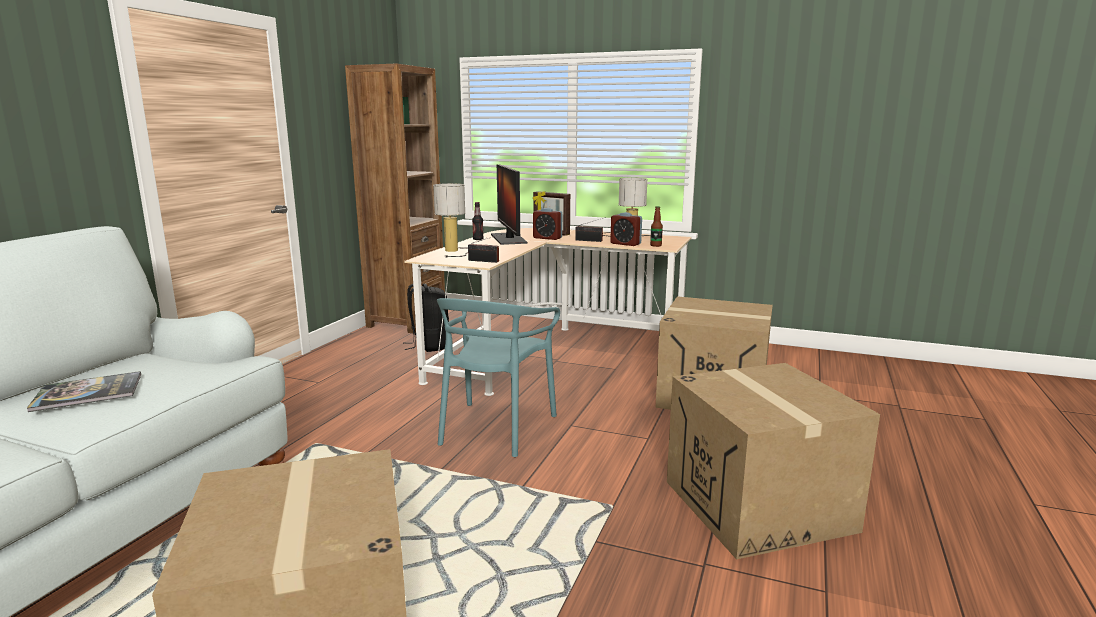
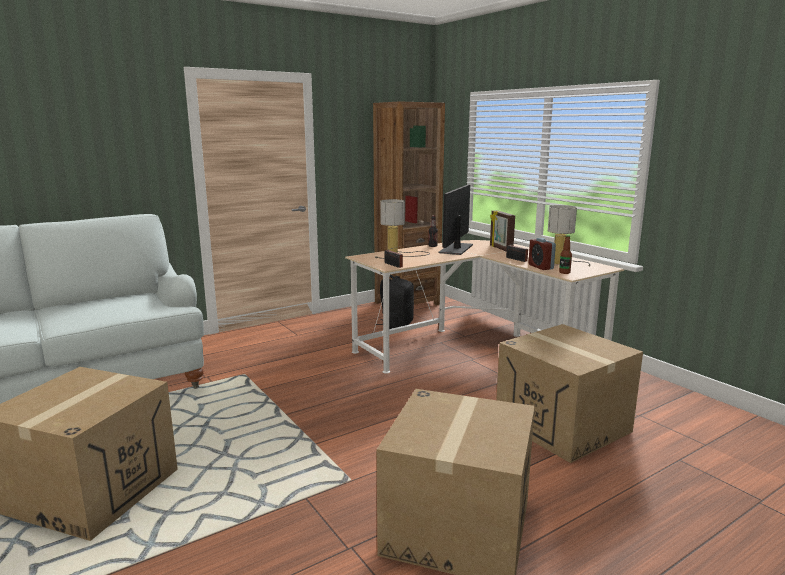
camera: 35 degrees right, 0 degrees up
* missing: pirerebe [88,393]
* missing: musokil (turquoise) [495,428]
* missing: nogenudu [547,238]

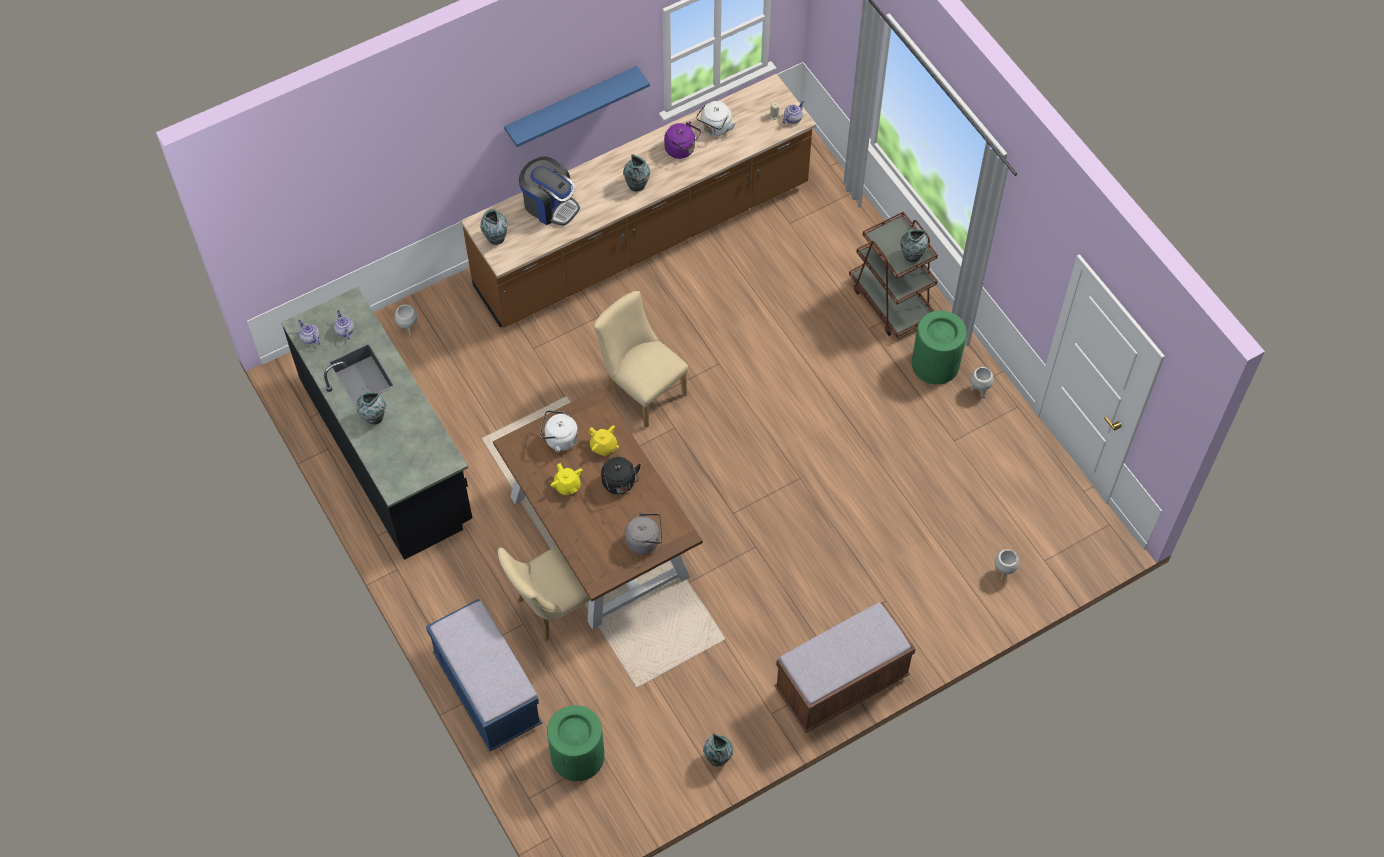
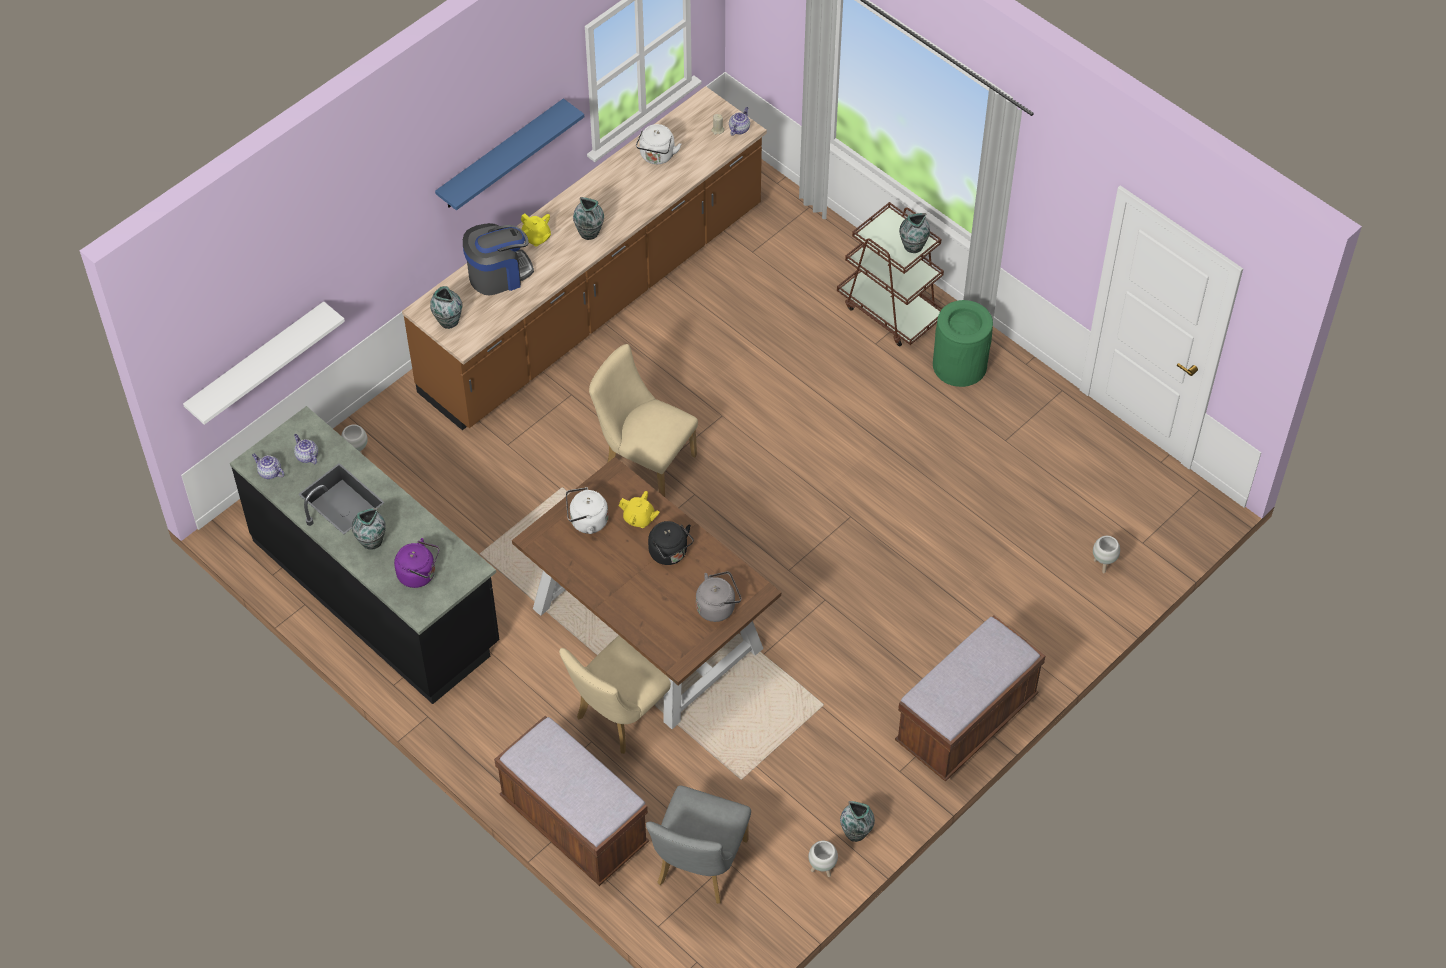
camera: 15 degrees left, 5 degrees down
* appeared: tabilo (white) [257,362]
* relocated: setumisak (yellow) [567,486] to [536,238]
* relocated: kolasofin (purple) [682,149] to [419,574]
* relocated: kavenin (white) [979,390] to [822,869]
* exchanged: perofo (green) [577,756] to musokil (grey) [698,868]
* colour: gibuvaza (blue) [487,691] to gibuvaza (brown) [574,823]
* spun: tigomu [550,205] = [498,274] 45 degrees counterclockwise

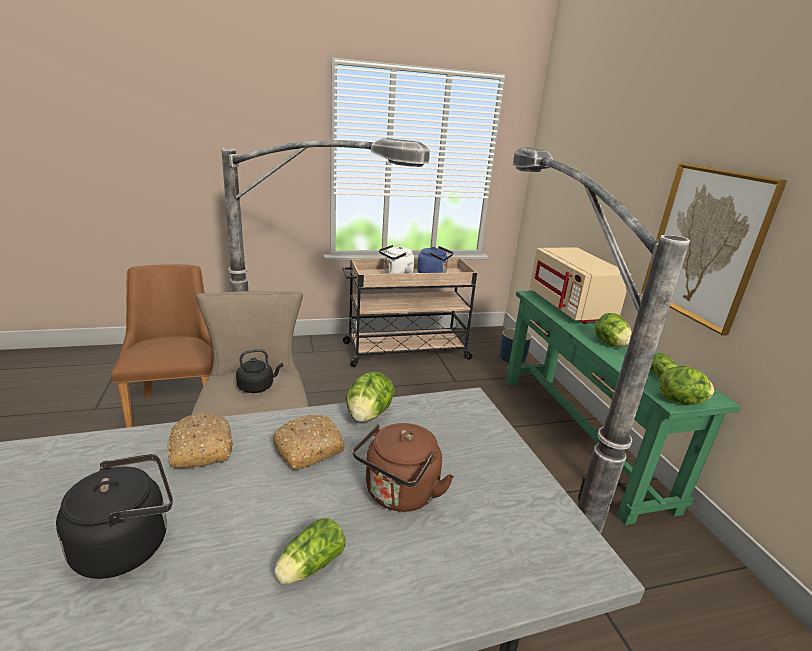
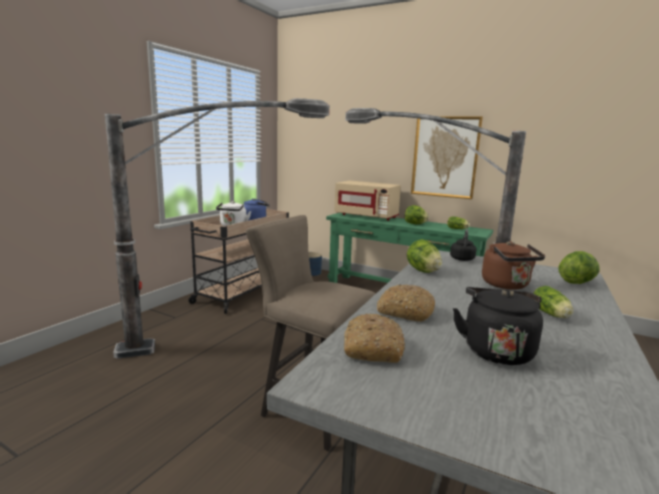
camera: 45 degrees left, 10 degrees down
* missing: musokil (brown) [178,405]
* relocated: kolasofin (black) [257,387] to [462,258]
* relocated: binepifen [309,448] to [372,348]
* relocated: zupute [681,401] to [576,282]

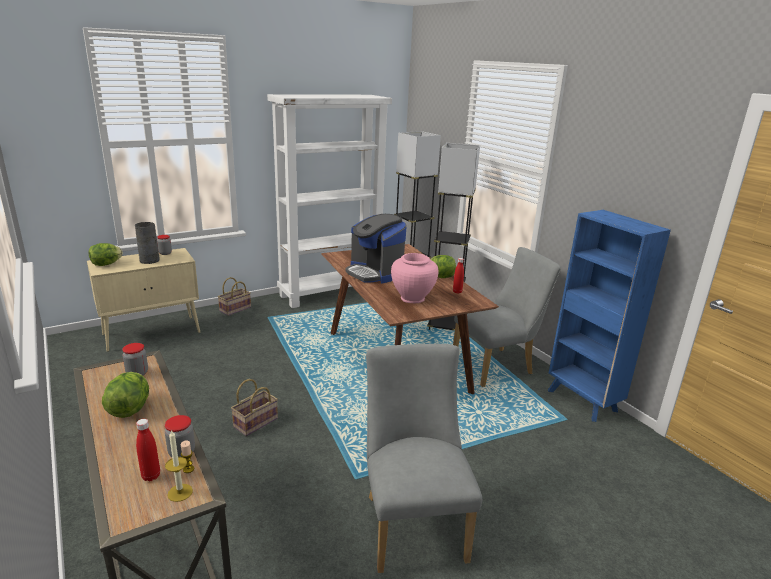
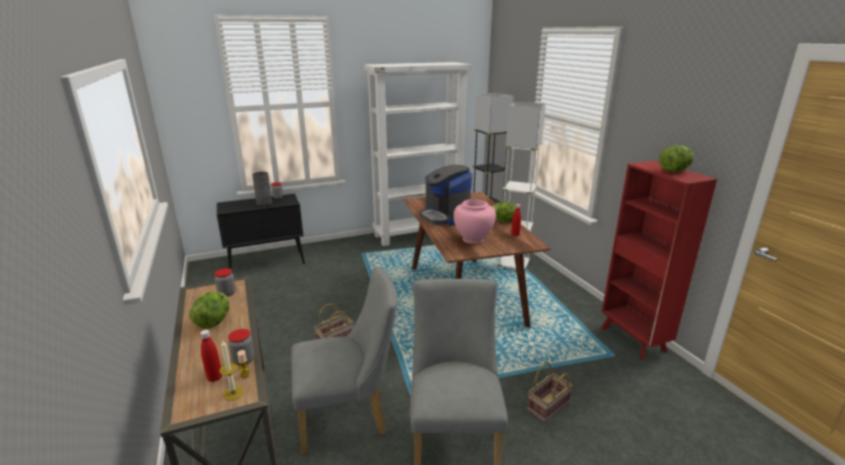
camera: 10 degrees right, 0 degrees up
* relocated: zupute [106,264] to [674,171]
* relocated: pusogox [235,309] to [548,407]
* relocated: musokil (grey) [497,366] to [349,416]
* colour: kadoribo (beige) [153,333] to kadoribo (black) [267,263]
* colour: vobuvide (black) [444,326] to vobuvide (white) [513,266]
* colour: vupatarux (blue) [583,401] to vupatarux (red) [633,340]

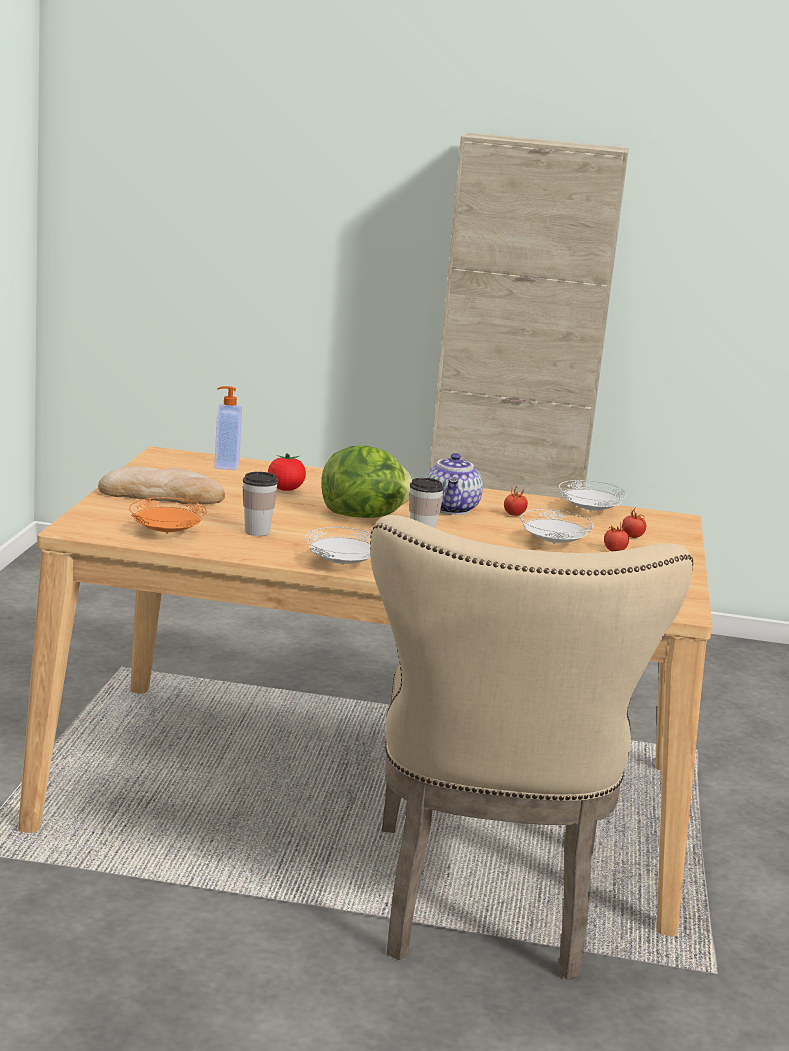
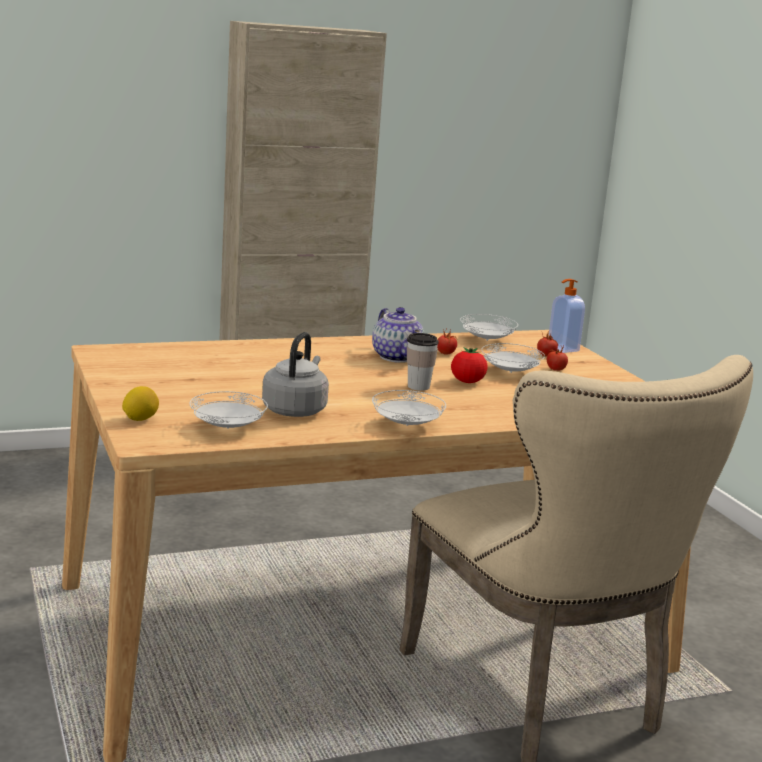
camera: 30 degrees left, 0 degrees up
* missing: binepifen [161,495]
* missing: zupute [364,516]
* appeared: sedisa [140,419]
* relocated: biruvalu [225,465] to [562,348]
* relocated: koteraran [285,489] to [467,382]
* exchanged: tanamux [257,532] to kolasofin (grey) [295,410]
* colour: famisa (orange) [166,533] to famisa (white) [227,428]

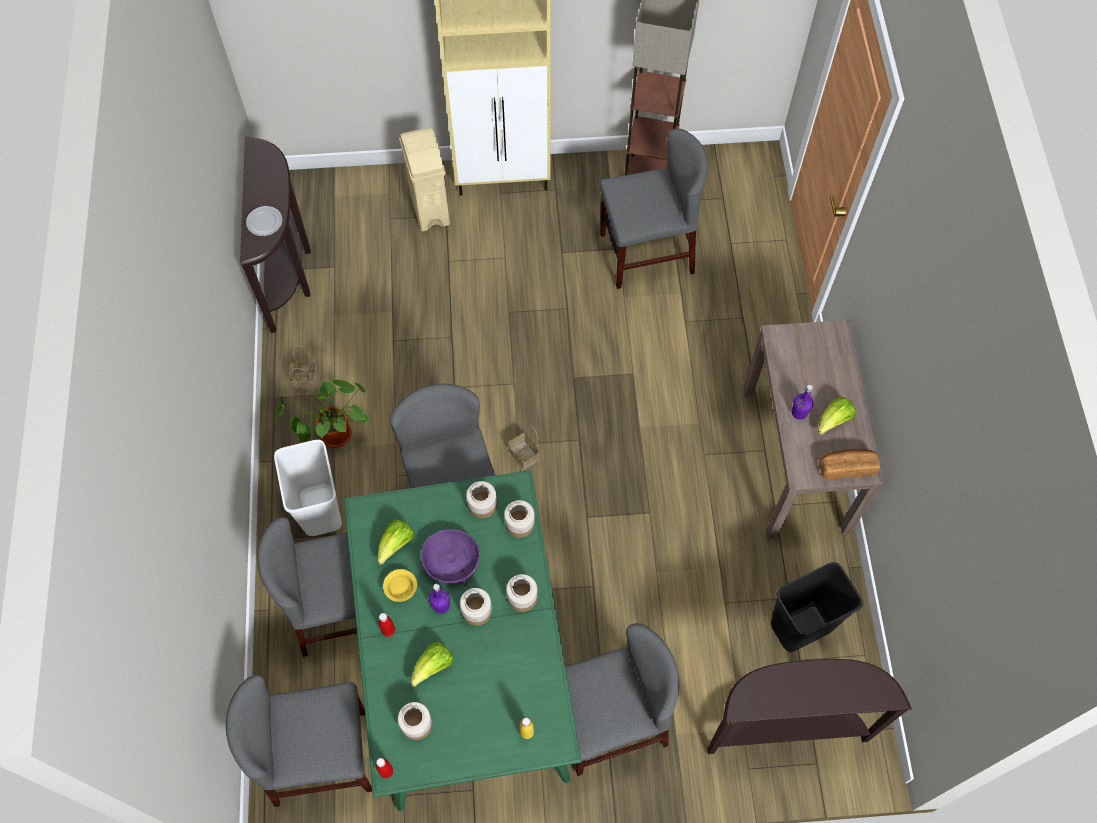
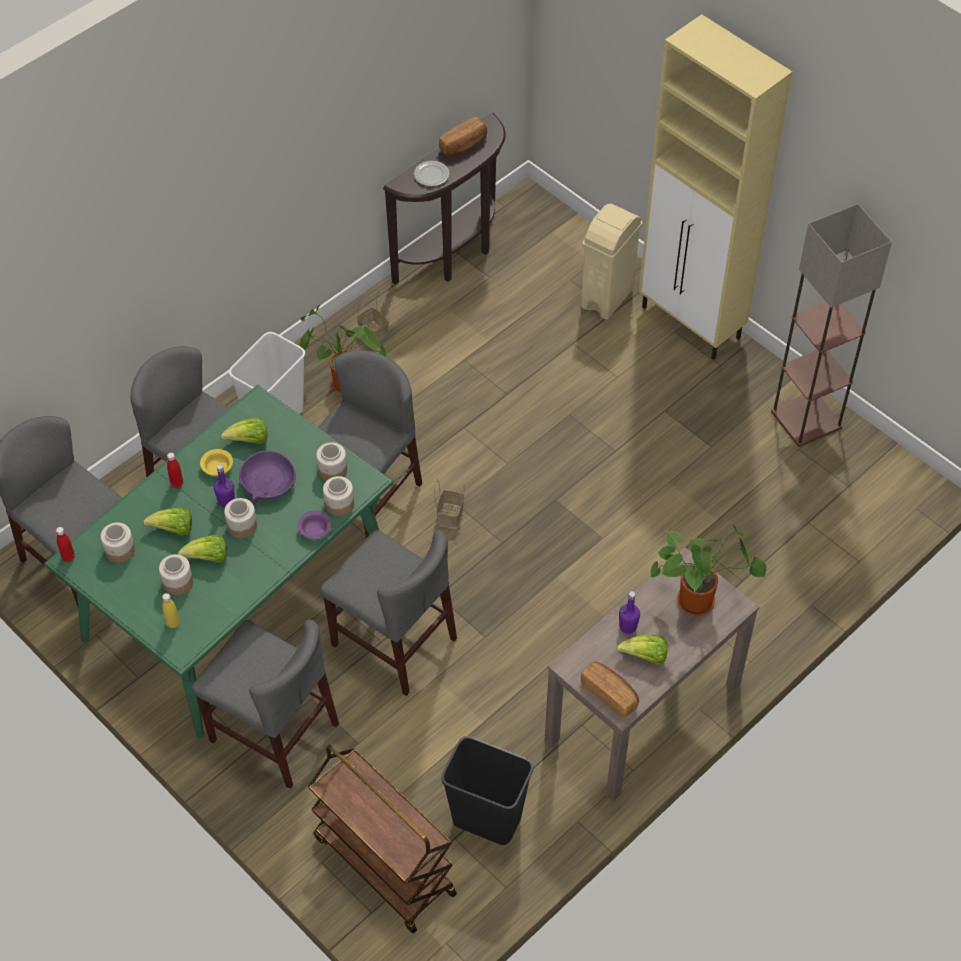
camera: 50 degrees right, 10 degrees down
* appeared: zupute [208,558]
* appeared: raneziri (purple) [315,529]
* appeared: binepifen [464,145]
* appeared: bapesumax [699,599]
* relocated: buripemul [522,597] to [177,582]
* relocated: musokil (grey) [646,253] to [393,642]
* exchanged: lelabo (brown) [784,726] to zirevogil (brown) [383,865]

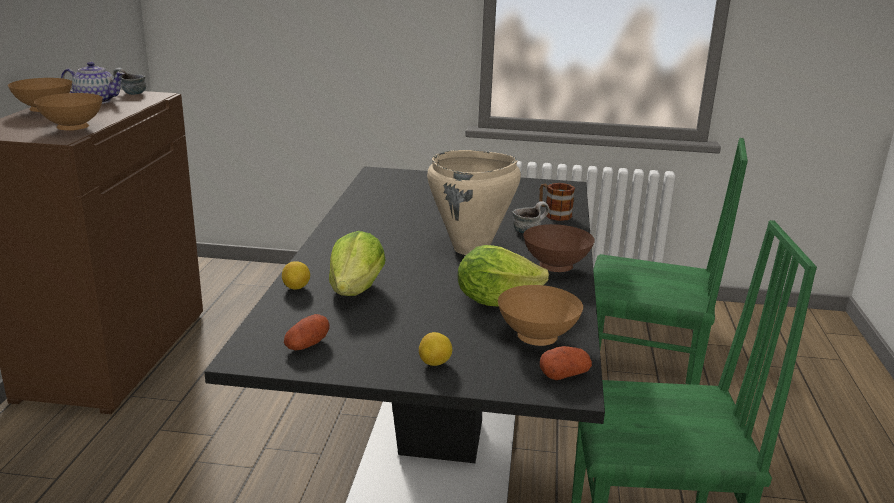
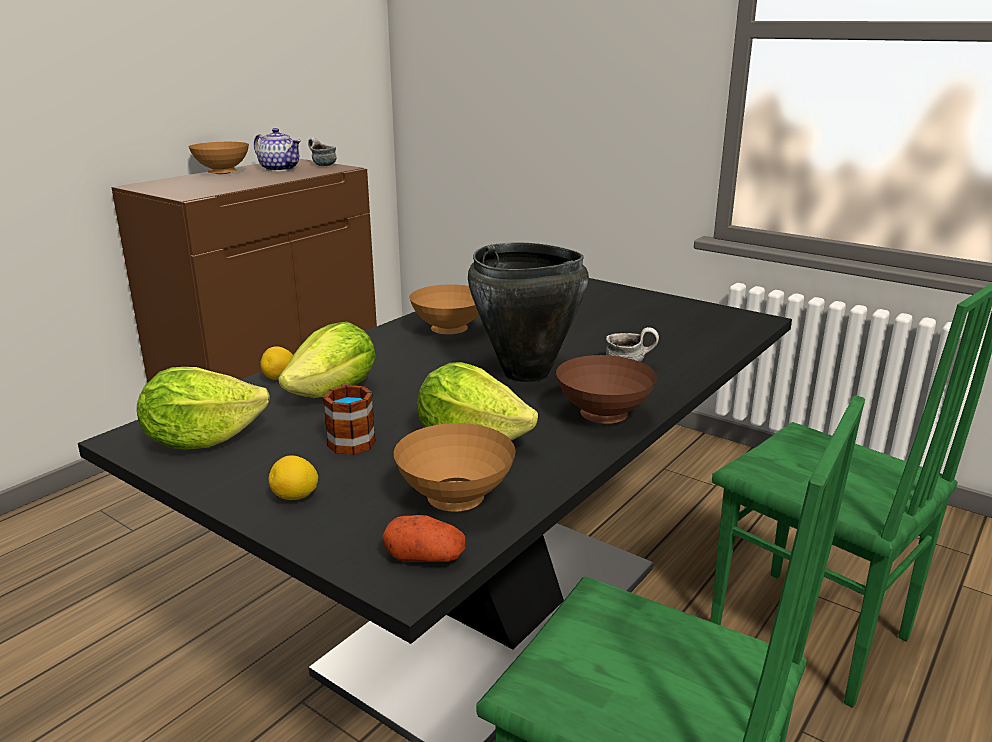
camera: 30 degrees right, 0 degrees up
* relocated: raneziri (brown) [73,129] to [449,331]
* relocated: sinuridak [553,214] to [350,438]
* exchanged: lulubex [307,345] to zupute [202,440]
* colour: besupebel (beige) [471,249] to besupebel (black) [526,373]

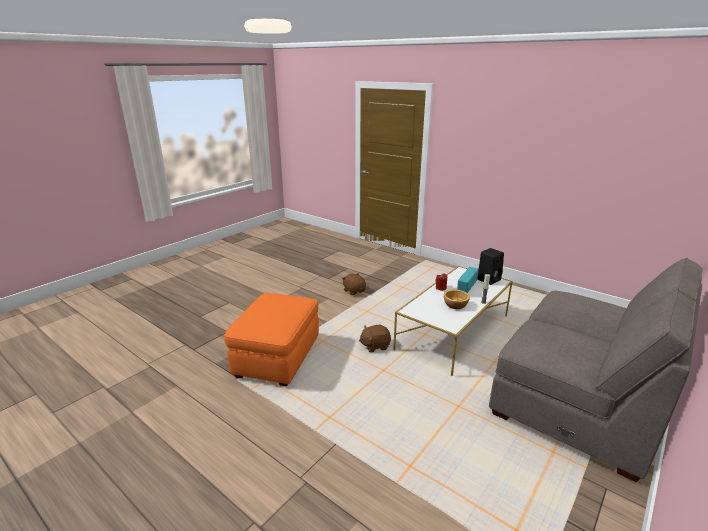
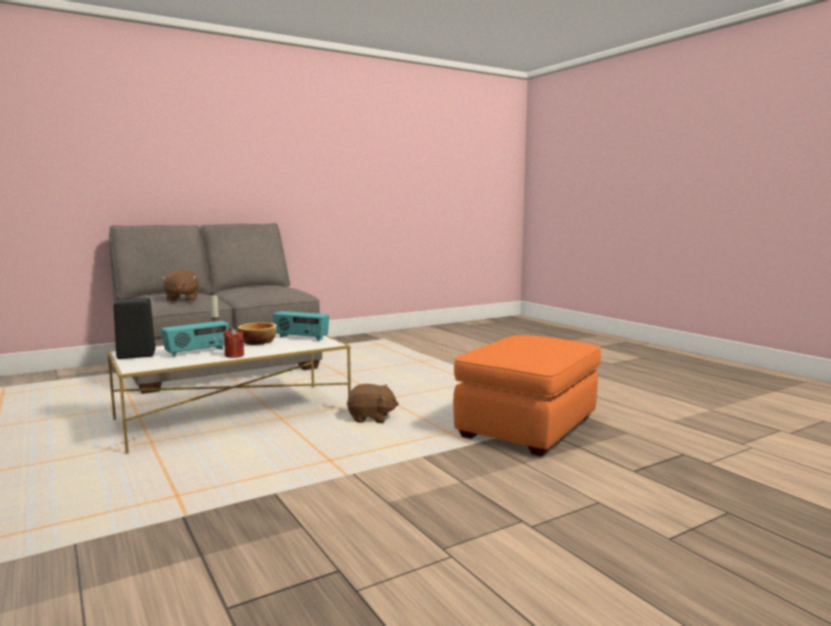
camera: 160 degrees left, 15 degrees down
* appeared: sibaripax [301,338]
* relocated: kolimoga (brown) [354,291] to [182,299]

